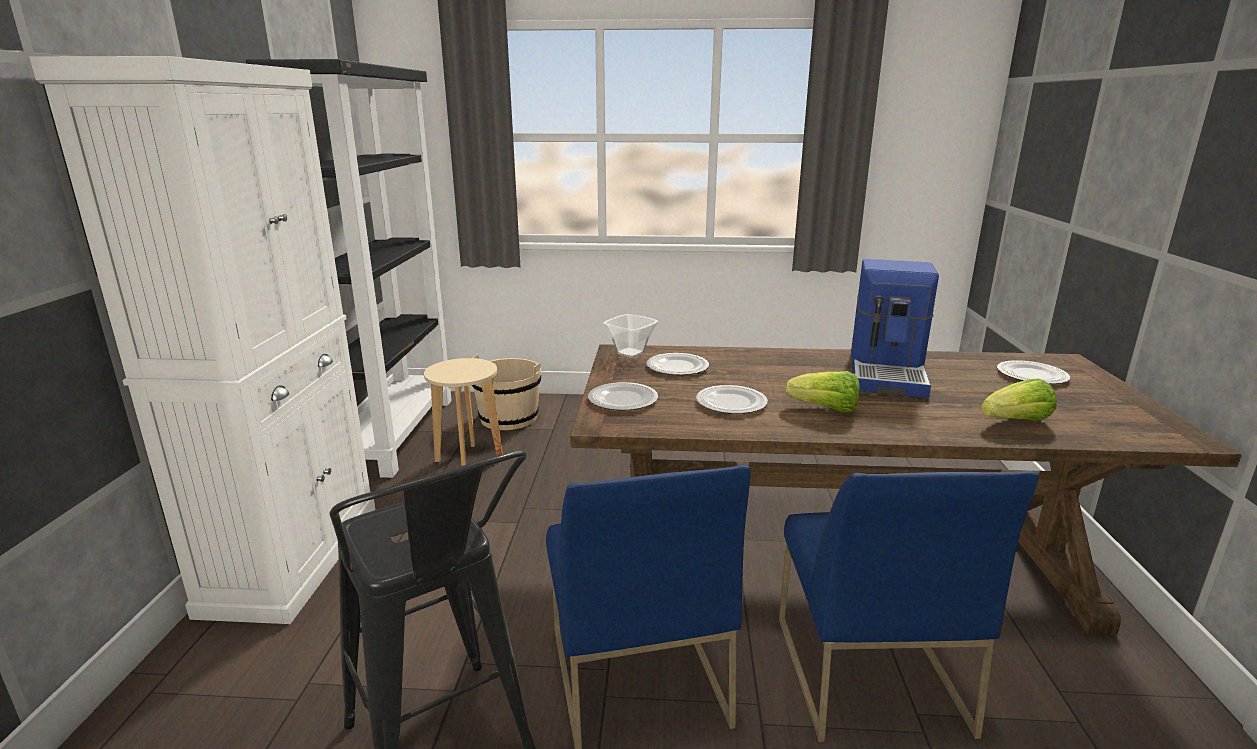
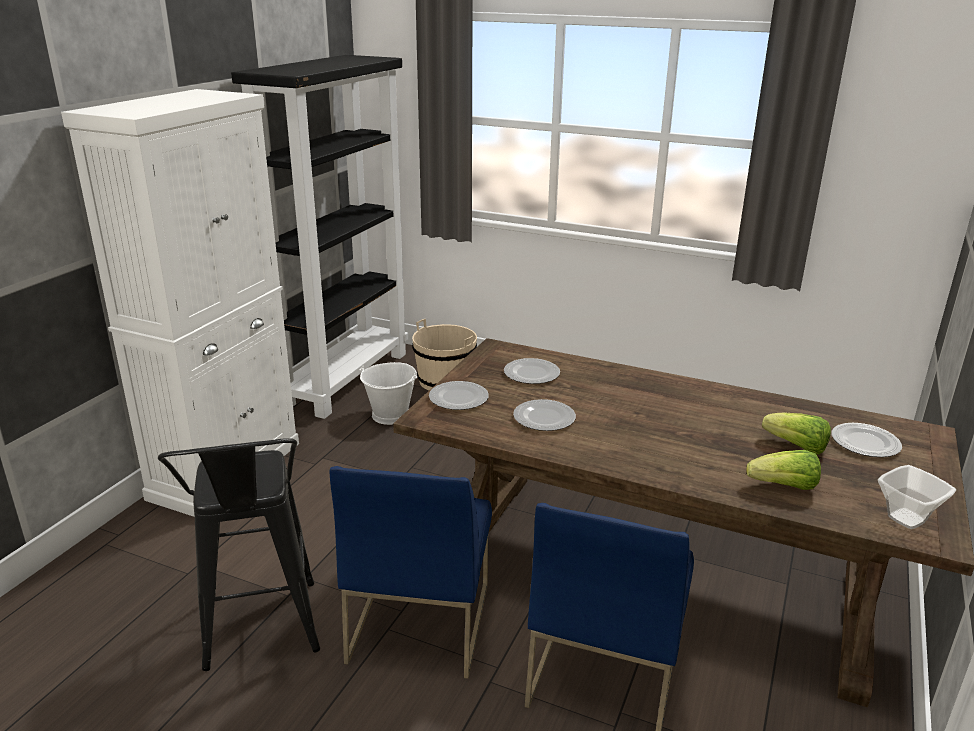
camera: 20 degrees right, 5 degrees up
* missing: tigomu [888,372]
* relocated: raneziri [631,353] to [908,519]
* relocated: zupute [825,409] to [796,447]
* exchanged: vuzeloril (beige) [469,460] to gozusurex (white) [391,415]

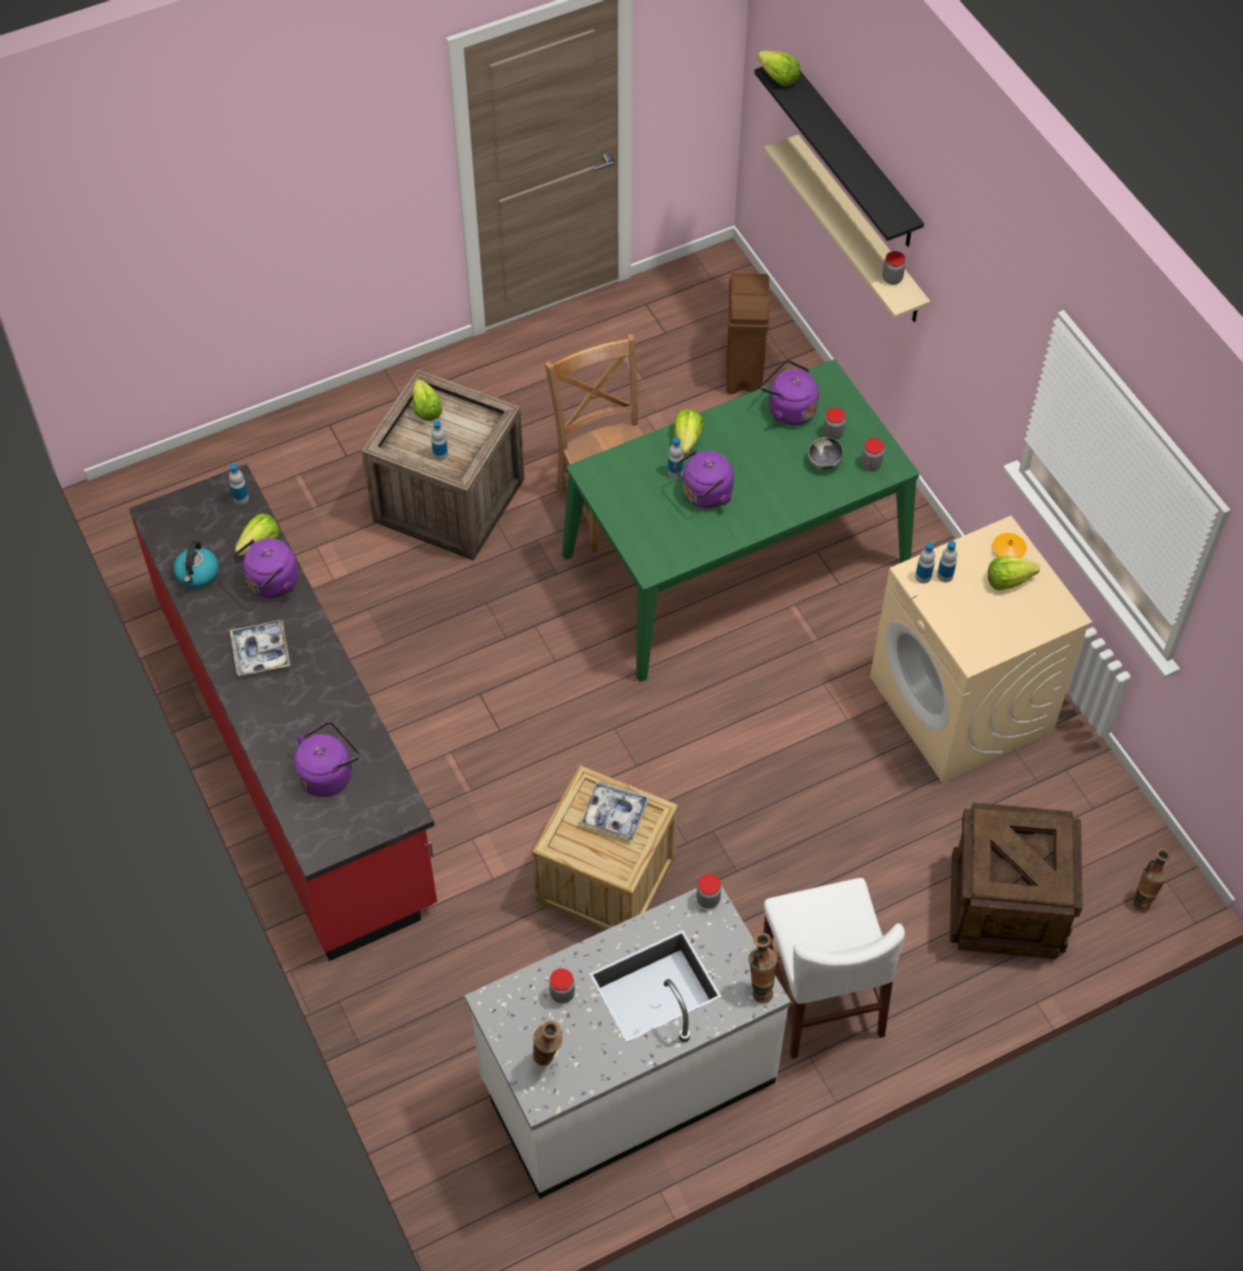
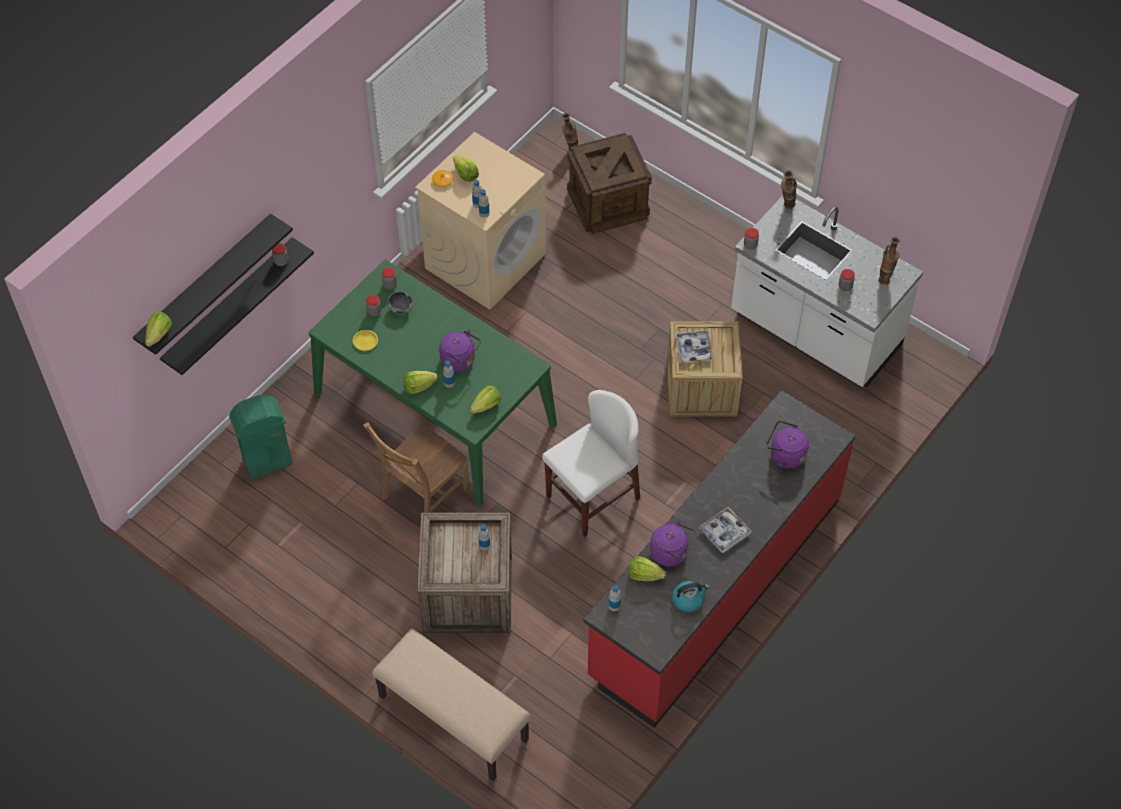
camera: 115 degrees left, 0 degrees up
* appeared: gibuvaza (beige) [452,718]
* relocated: zupute [426,409] to [486,406]
* relocated: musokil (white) [821,996] to [592,497]
* exchanged: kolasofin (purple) [788,409] to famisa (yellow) [365,341]
* colour: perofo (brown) [744,372] to perofo (green) [267,462]
* colour: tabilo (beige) [860,231] to tabilo (black) [229,306]

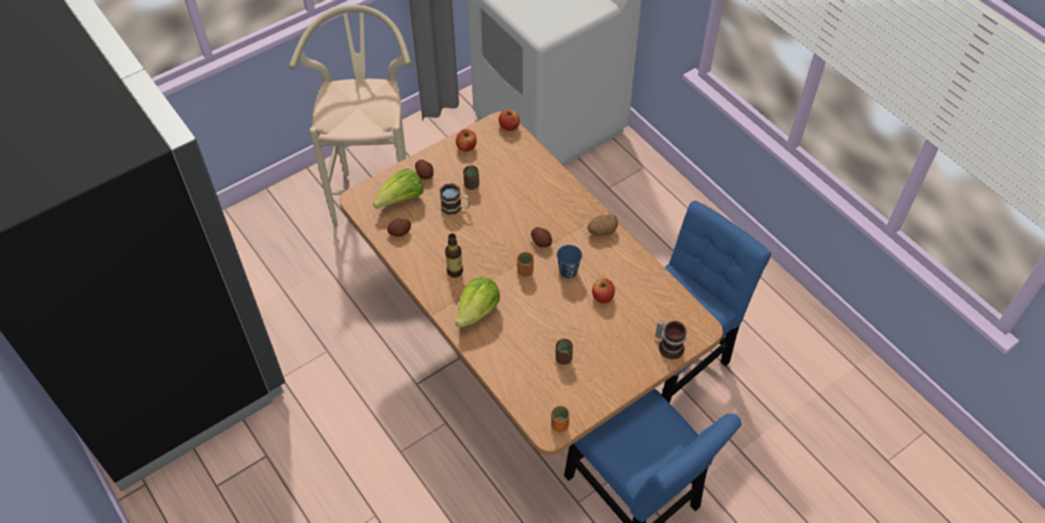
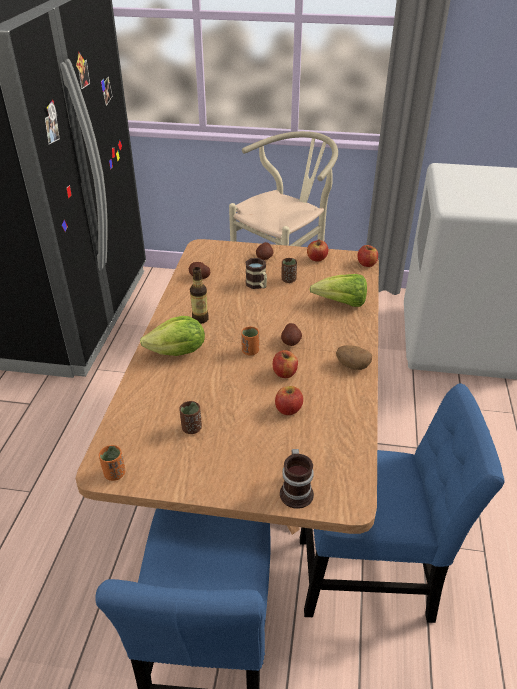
camera: 45 degrees right, 15 degrees down
* relocated: zupute [401,200] to [341,303]
* exchanged: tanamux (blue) [568,271] to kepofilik [284,373]

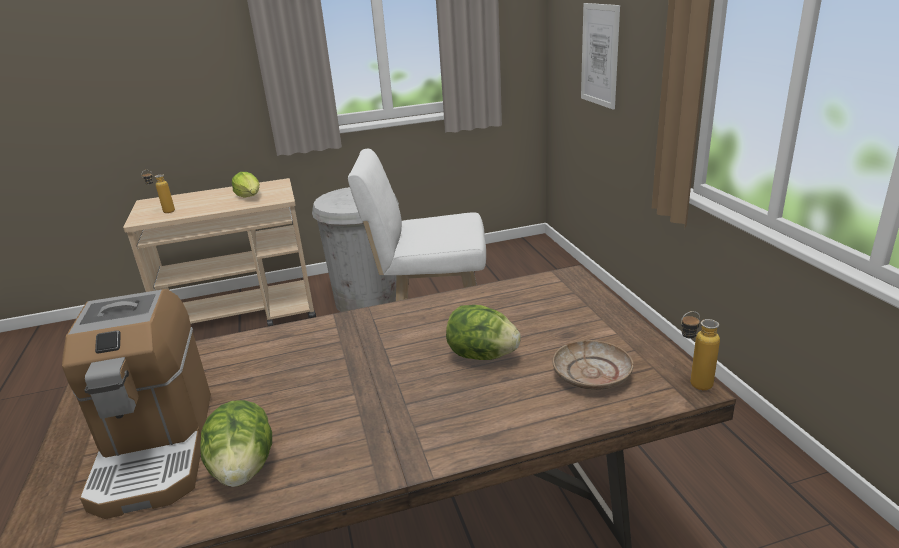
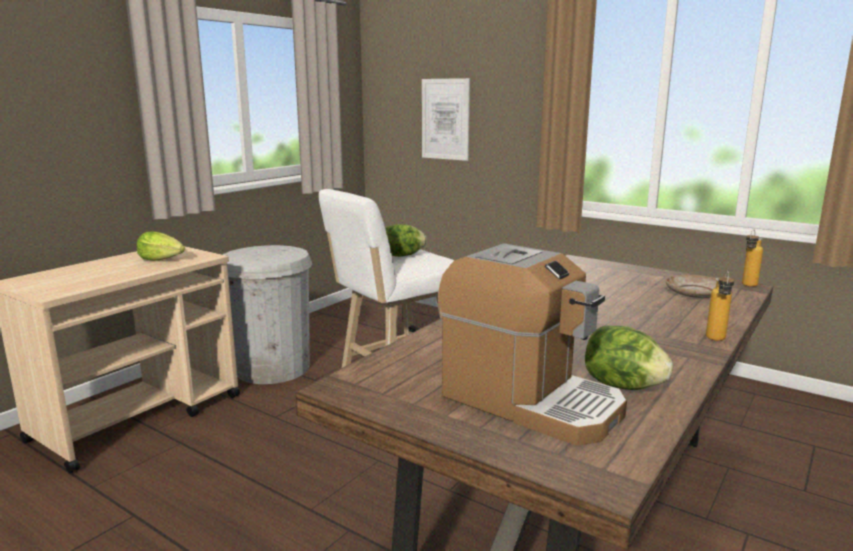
camera: 40 degrees left, 10 degrees down
* relocated: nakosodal [164,212] to [716,340]
* relocated: zupute [482,355] to [403,256]

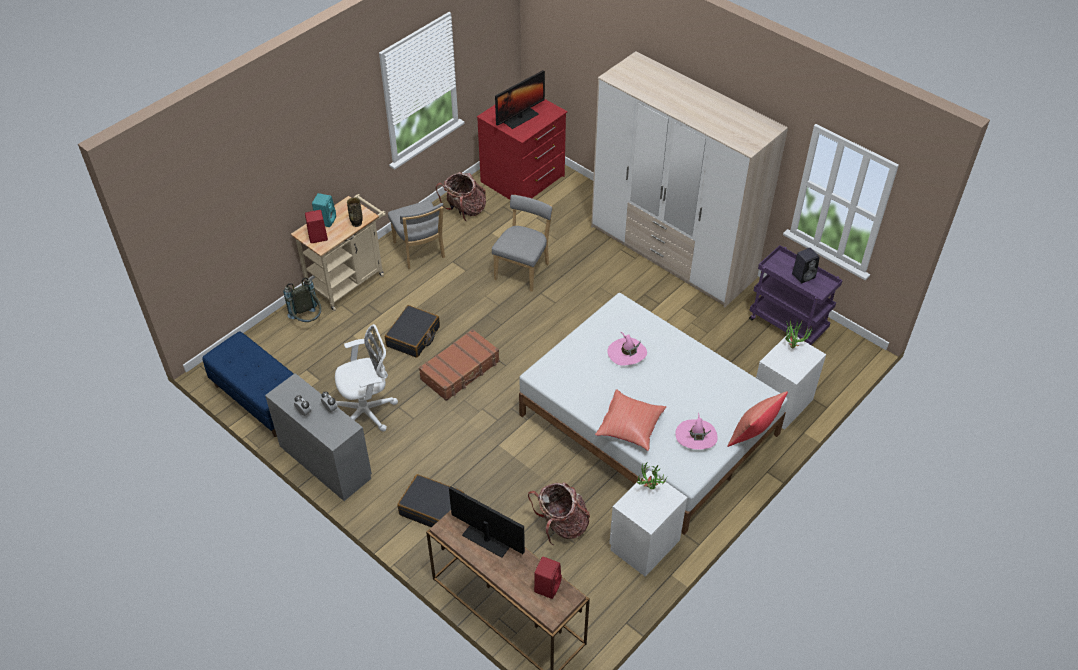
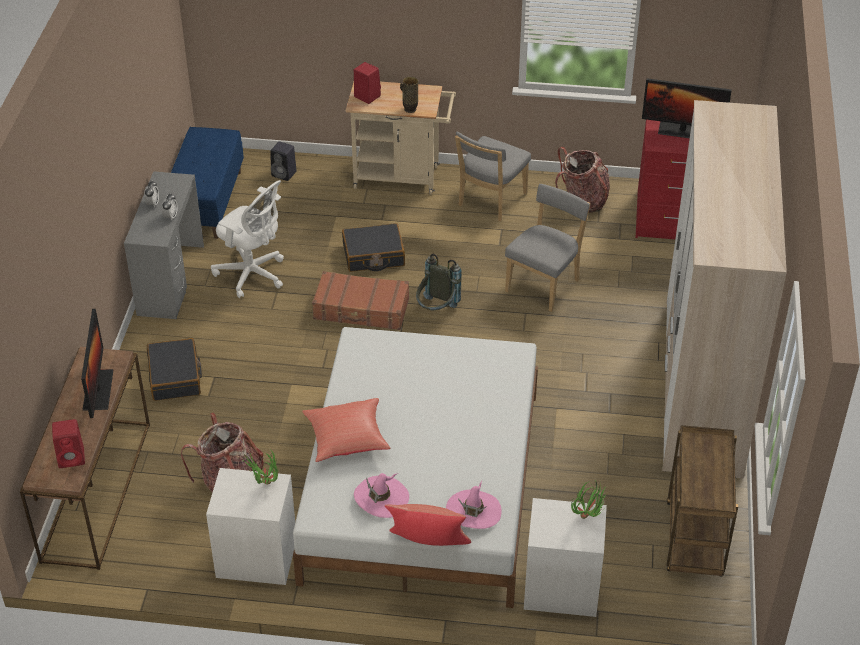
camera: 55 degrees right, 5 degrees down
* missing: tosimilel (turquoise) [326,220]
* relocated: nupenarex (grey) [308,320] to [436,310]
* relocated: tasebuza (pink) [627,353] to [473,511]
* relocated: tosimilel (black) [804,275] to [285,174]
* colour: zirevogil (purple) [788,325] to zirevogil (brown) [695,541]
* spun: musokil (grey) [523,270] = [545,284] 45 degrees counterclockwise

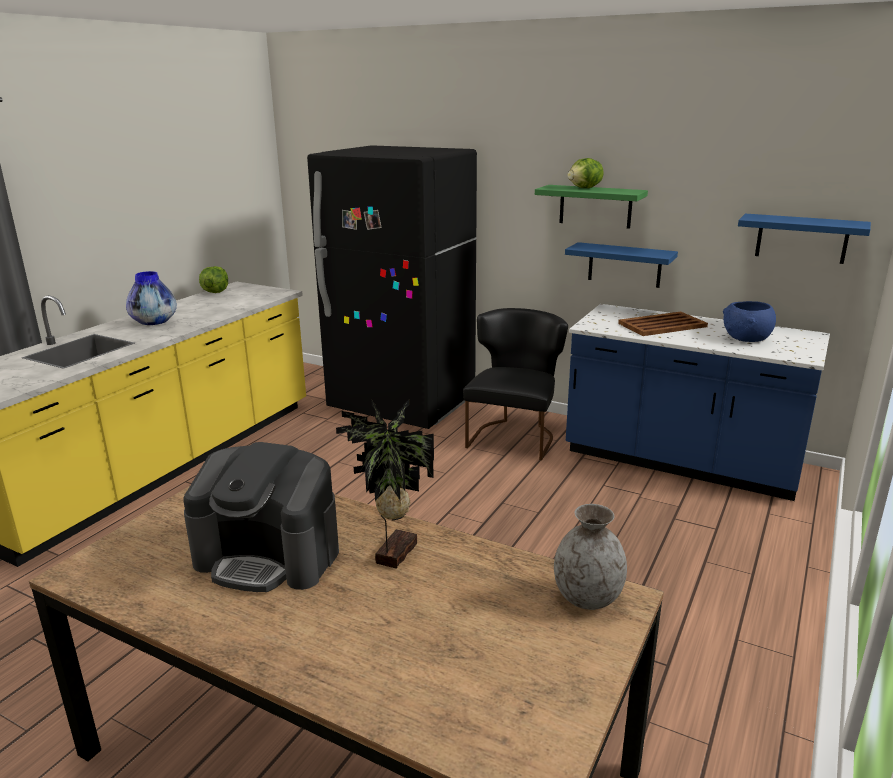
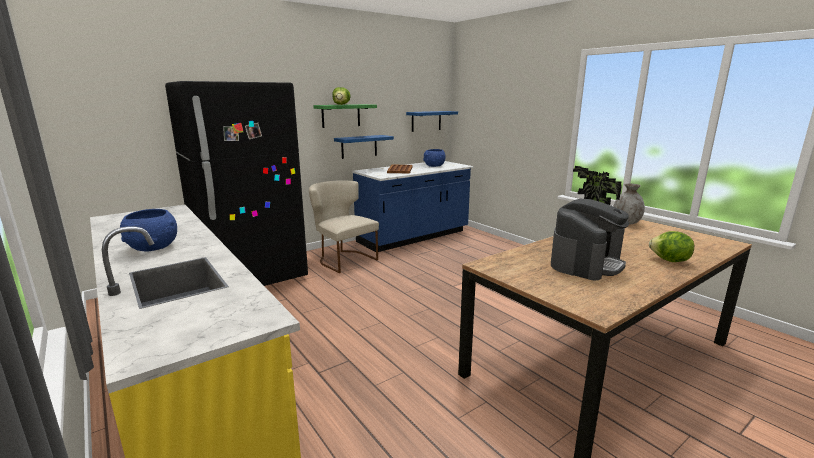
camera: 65 degrees left, 5 degrees down
* relocated: zupute [215,292] to [669,261]
* exchanged: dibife [154,322] to raneziri (blue) [154,248]
* colour: musokil (black) [514,436] to musokil (beige) [343,259]

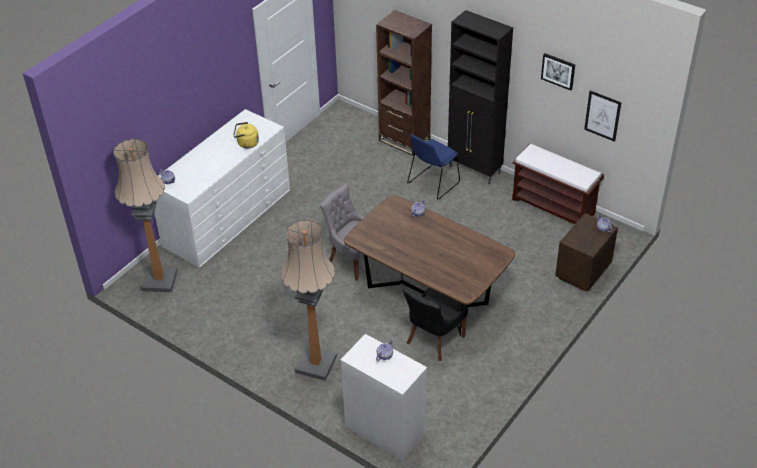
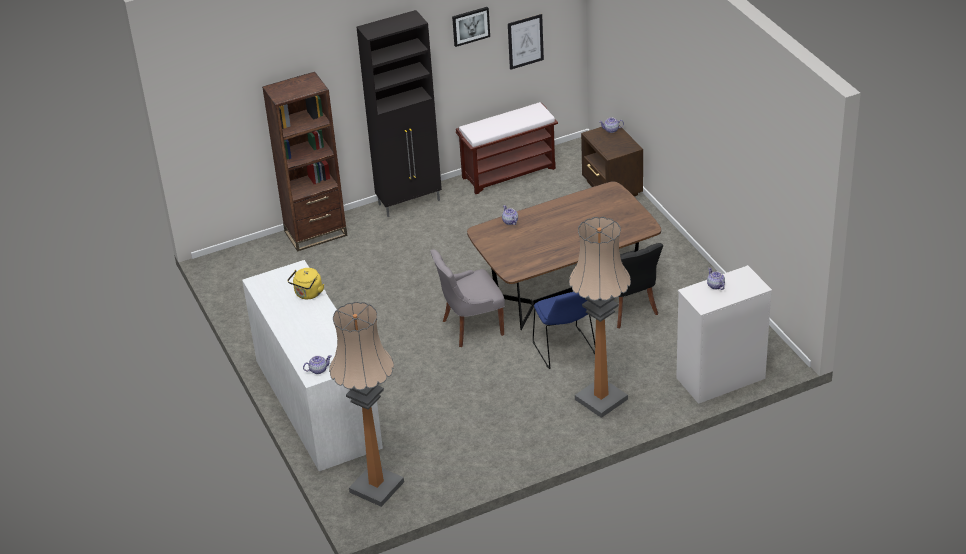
camera: 60 degrees left, 5 degrees down
* relocated: musokil (blue) [432,184] to [565,350]

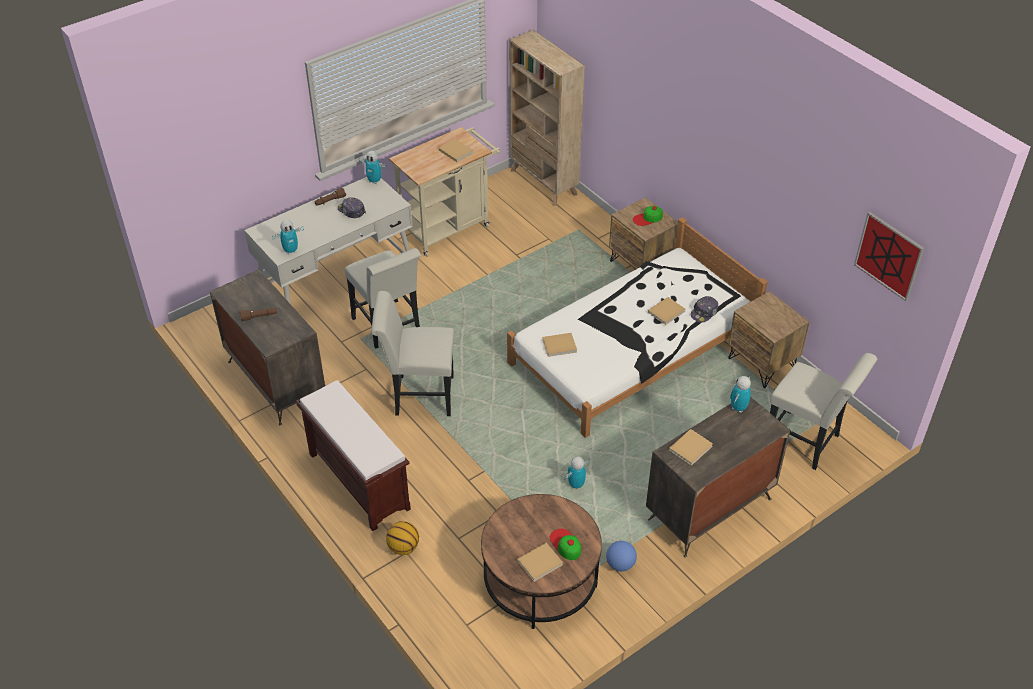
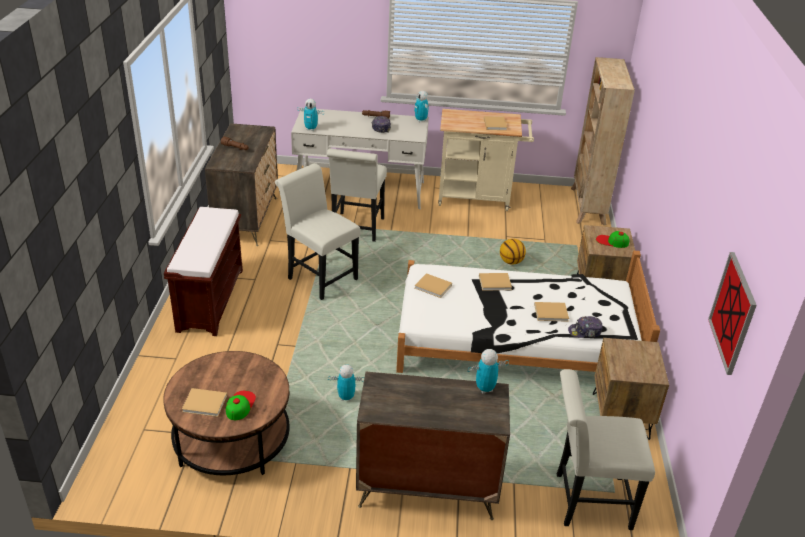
camera: 40 degrees right, 10 degrees down
* missing: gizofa [620,564]
* relocated: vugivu [403,547] to [511,262]
* relocated: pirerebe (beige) [691,447] to [496,283]
* spun: musokil (white) [806,442] = [586,500] 105 degrees clockwise

